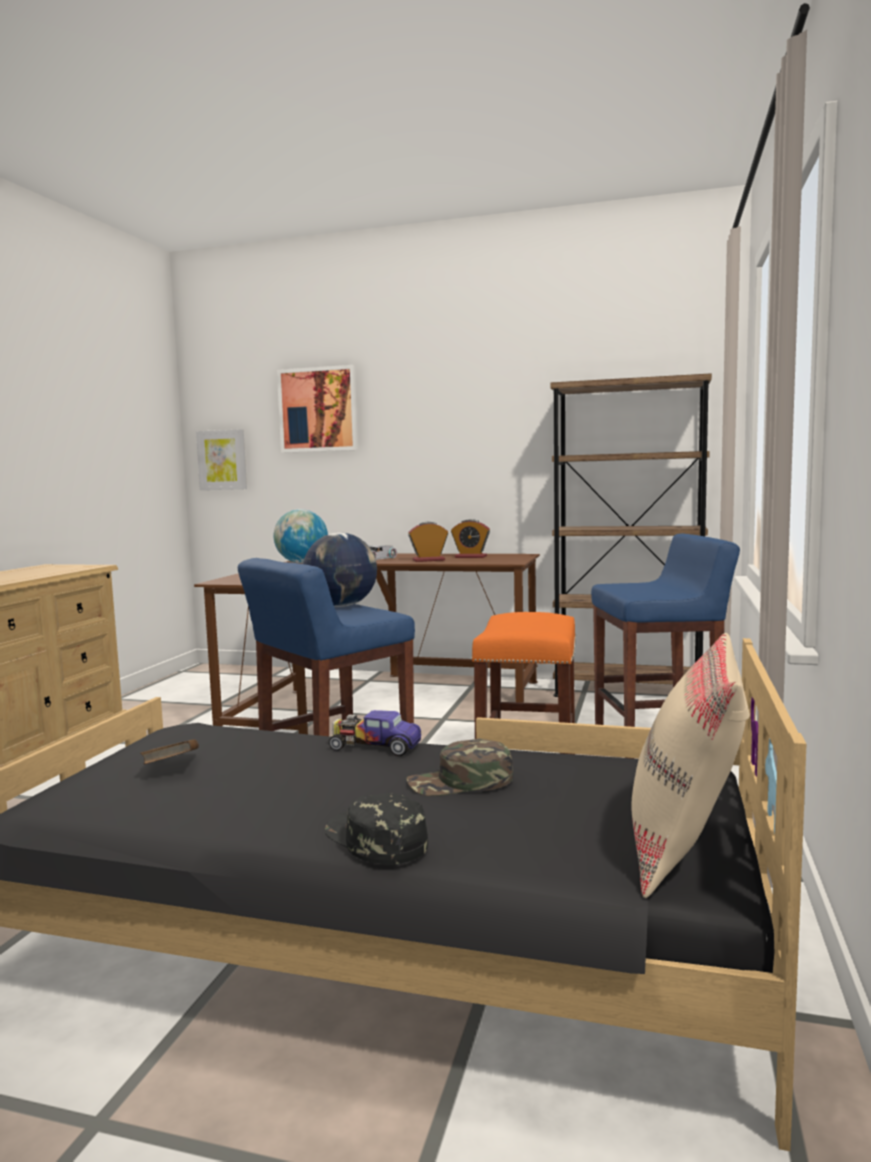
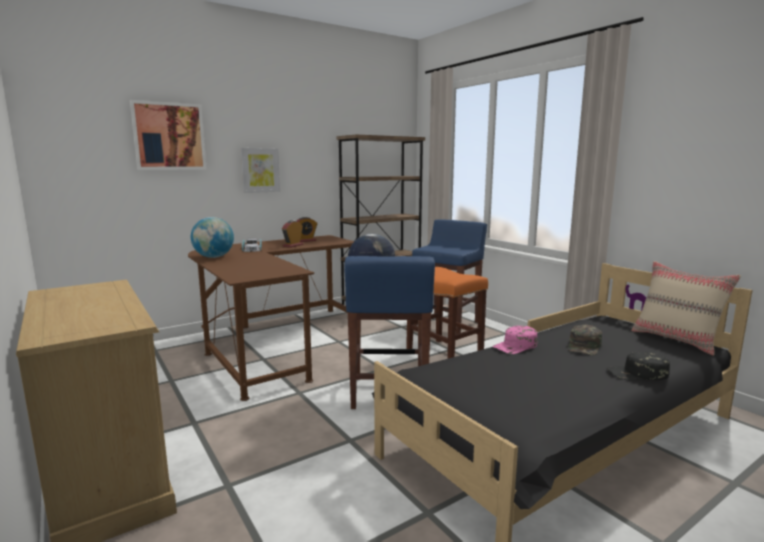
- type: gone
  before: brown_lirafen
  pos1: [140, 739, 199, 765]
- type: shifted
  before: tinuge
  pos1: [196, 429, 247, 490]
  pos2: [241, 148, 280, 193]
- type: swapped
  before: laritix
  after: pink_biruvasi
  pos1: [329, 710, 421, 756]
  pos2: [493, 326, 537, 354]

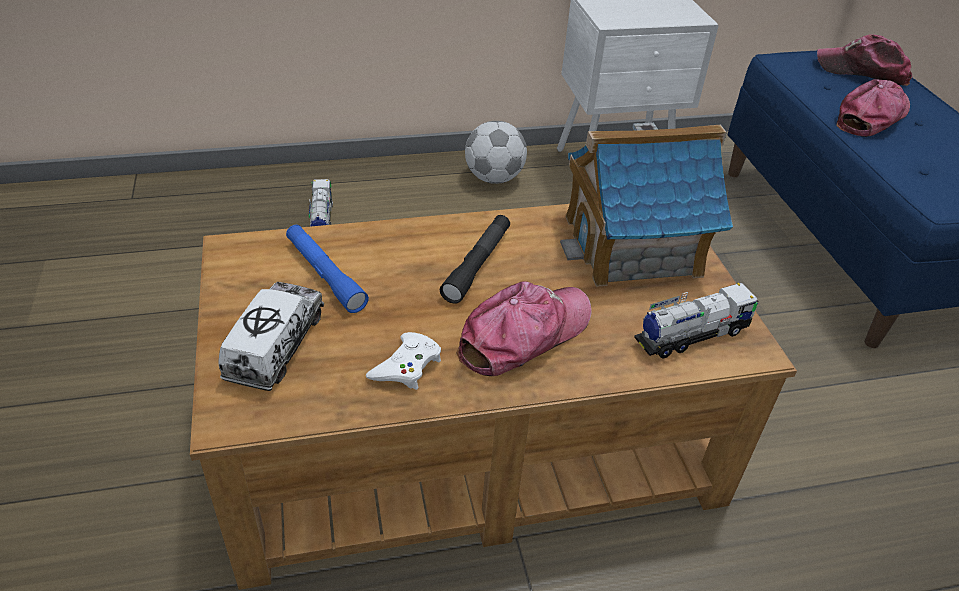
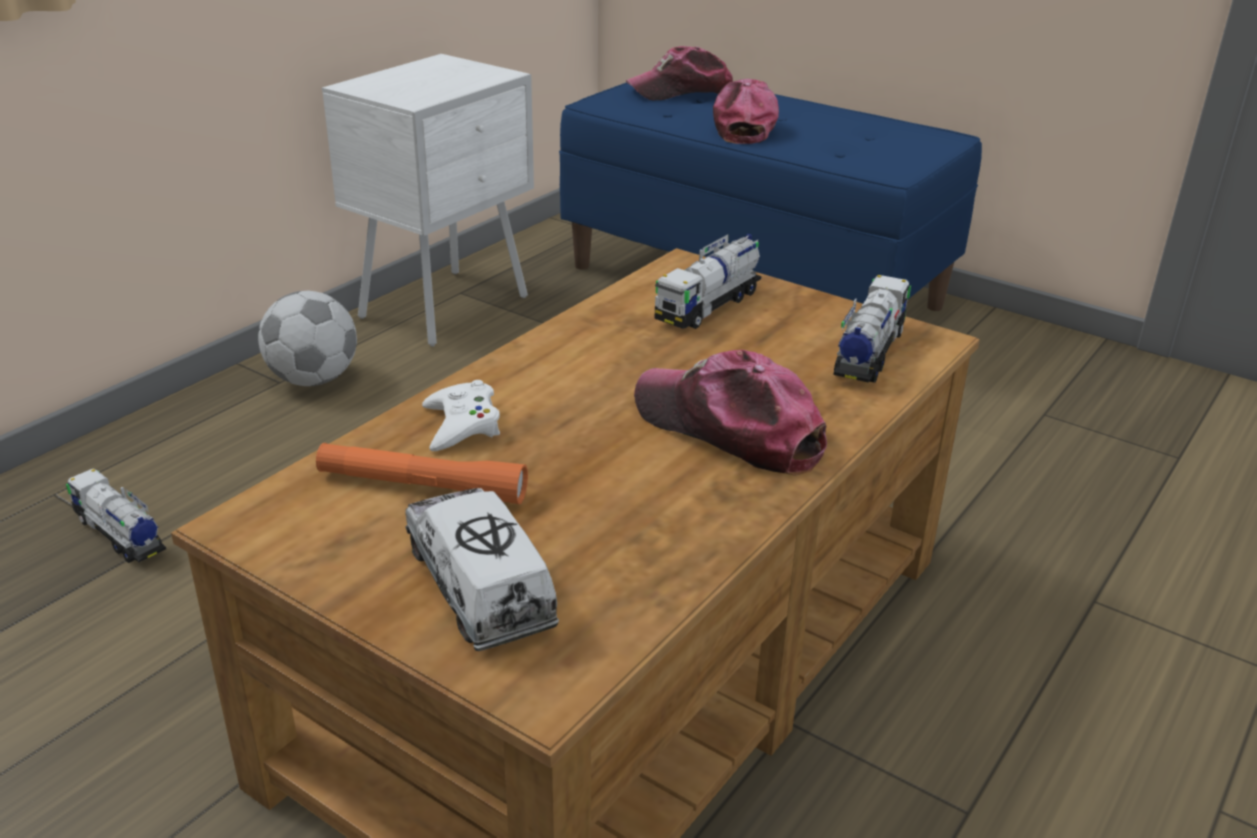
- type: gone
  before: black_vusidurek
  pos1: [440, 215, 510, 304]
- type: shifted
  before: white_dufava
  pos1: [366, 332, 441, 390]
  pos2: [422, 380, 500, 451]
- type: swapped
  before: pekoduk
  after: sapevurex
  pos1: [560, 123, 733, 287]
  pos2: [655, 234, 762, 329]
- type: repainted
  before: blue_vusidurek
  after: orange_vusidurek
  pos1: [286, 225, 369, 313]
  pos2: [316, 443, 528, 504]
- type: rotated
  before: biruvasi
  pos1: [456, 281, 591, 376]
  pos2: [634, 350, 827, 476]
  turn: -60

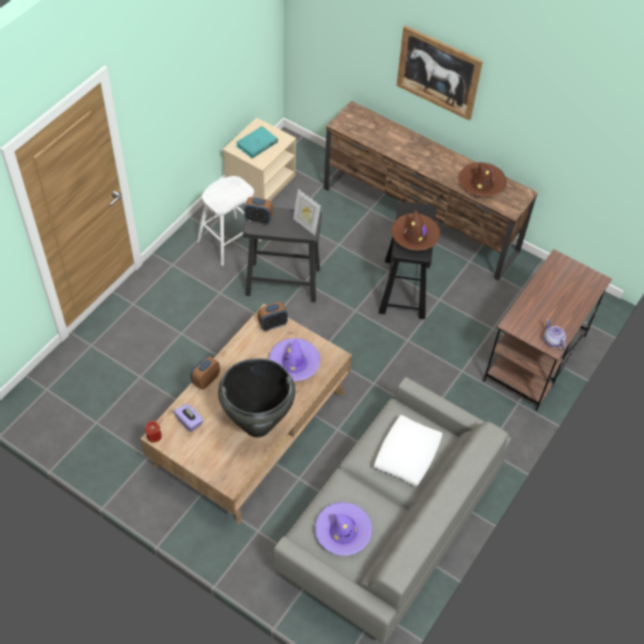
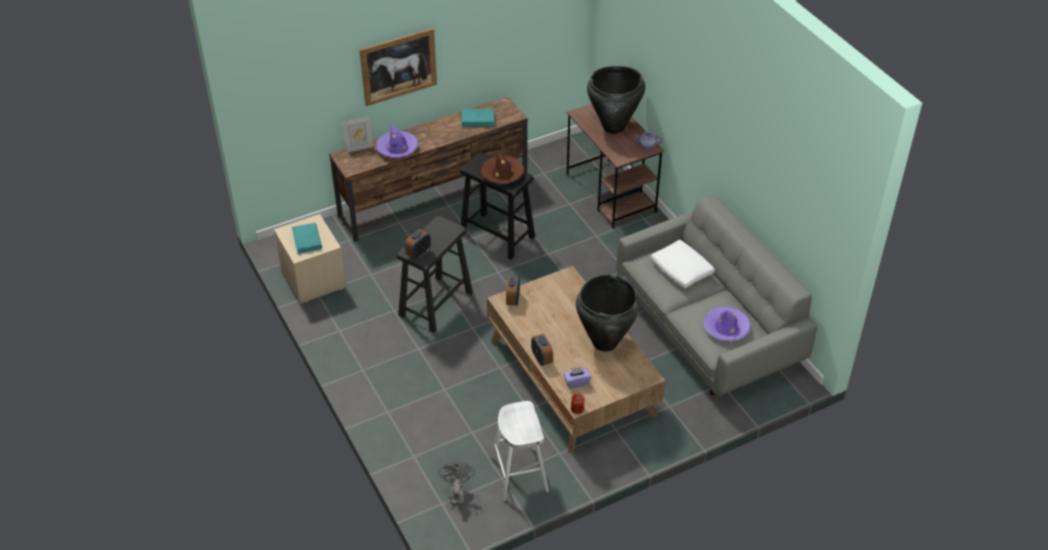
- type: new
  after: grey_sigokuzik
  pos2: [438, 461, 475, 505]
- type: new
  after: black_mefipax
  pos2: [587, 66, 645, 134]
- type: shifted
  before: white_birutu
  pos1: [197, 176, 262, 266]
  pos2: [490, 401, 549, 501]
- type: shifted
  before: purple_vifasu
  pos1: [269, 338, 321, 381]
  pos2: [376, 125, 418, 158]
- type: shifted
  before: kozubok
  pos1: [293, 189, 321, 235]
  pos2: [342, 117, 373, 152]
- type: swapped
  before: brown_vifasu
  after: turquoise_lirafen
  pos1: [460, 162, 507, 197]
  pos2: [462, 109, 495, 127]

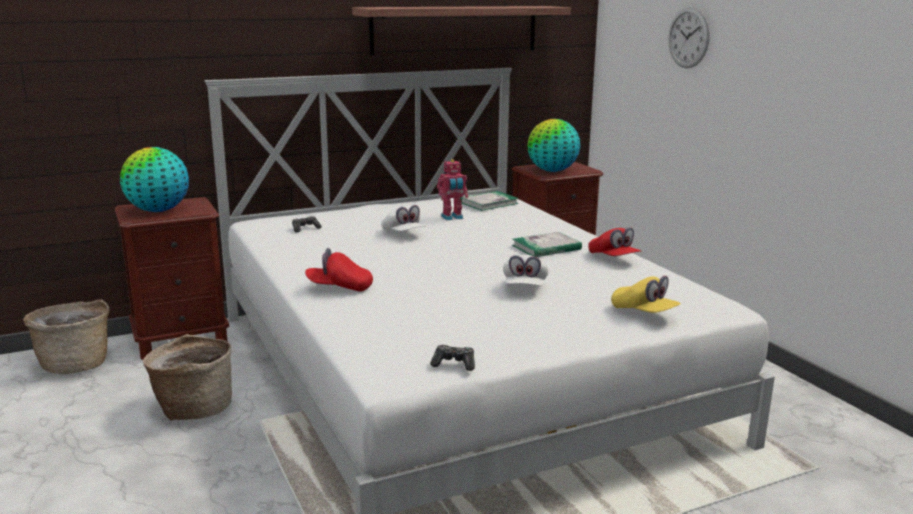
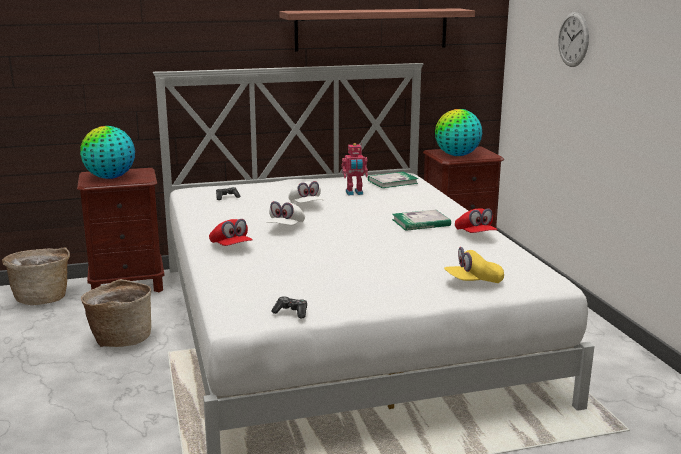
- type: shifted
  before: white_biruvasi
  pos1: [503, 255, 549, 286]
  pos2: [266, 201, 305, 225]
- type: rotated
  before: red_biruvasi
  pos1: [305, 248, 373, 292]
  pos2: [209, 219, 253, 246]
  turn: -135
- type: rotated
  before: yellow_biruvasi
  pos1: [611, 276, 681, 313]
  pos2: [444, 247, 504, 283]
  turn: 105

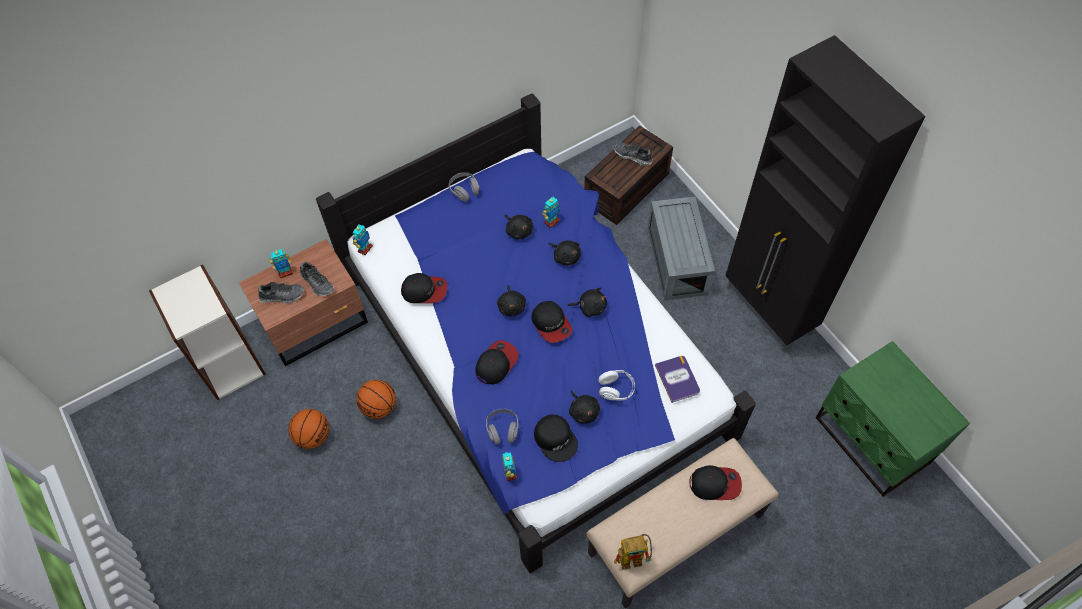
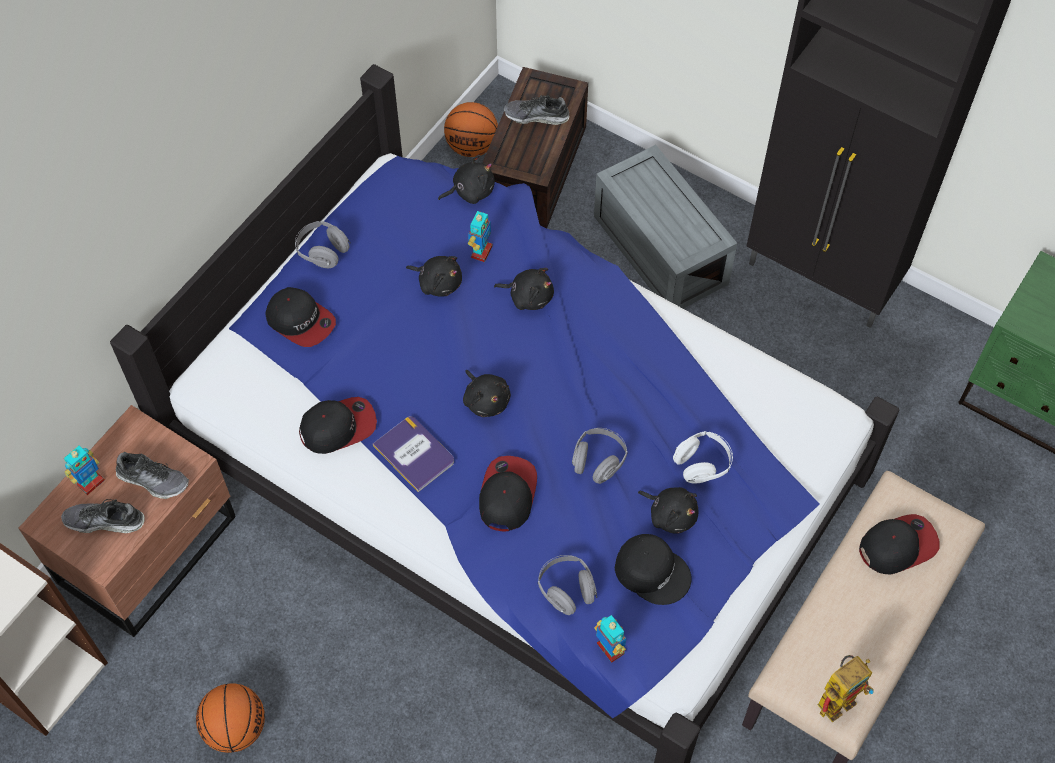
- type: gone
  before: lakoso
  pos1: [353, 224, 373, 255]
- type: new
  after: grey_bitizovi
  pos2: [572, 428, 628, 484]
- type: shifted
  before: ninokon
  pos1: [356, 380, 396, 419]
  pos2: [444, 102, 498, 157]
- type: shifted
  before: biruvasi
  pos1: [531, 301, 572, 343]
  pos2: [266, 287, 336, 347]
- type: shifted
  before: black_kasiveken
  pos1: [567, 288, 607, 317]
  pos2: [438, 155, 495, 204]
- type: shifted
  before: lirafen
  pos1: [655, 356, 700, 403]
  pos2: [373, 416, 454, 492]
- type: rotated
  before: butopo
  pos1: [258, 282, 304, 304]
  pos2: [61, 499, 145, 533]
  turn: -150

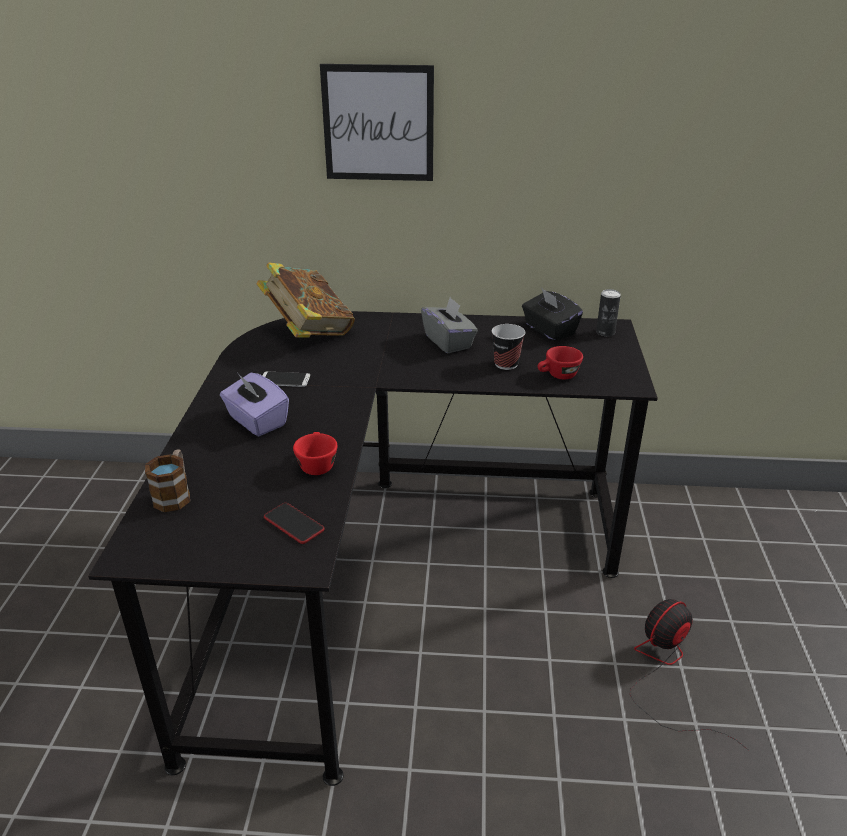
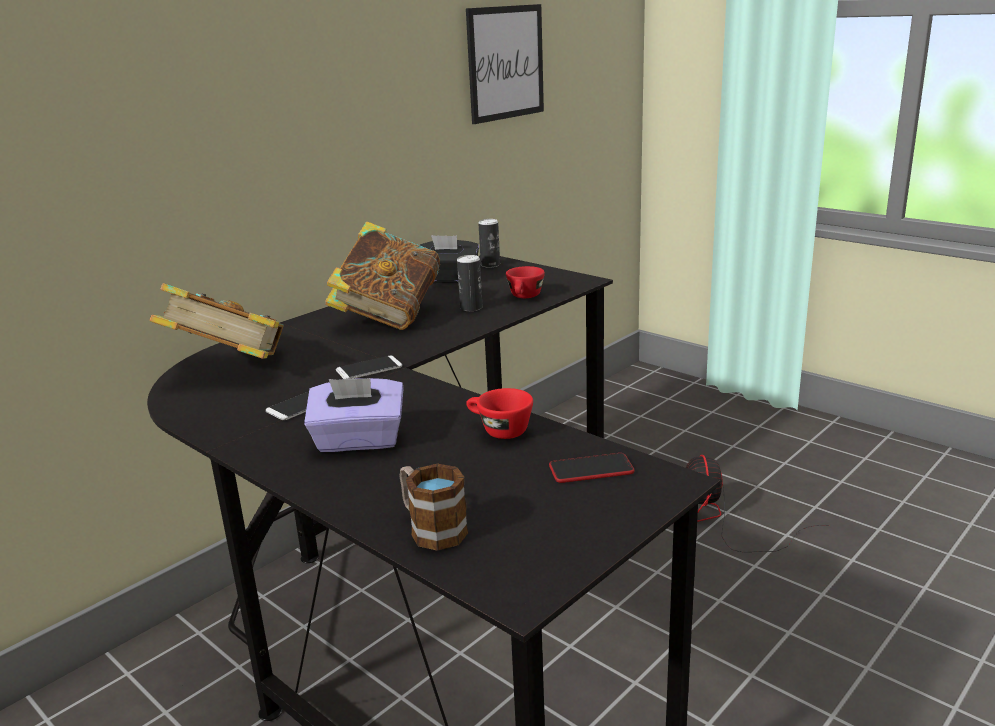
- type: new
  after: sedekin
  pos2: [336, 356, 402, 379]
- type: shifted
  before: tinuge
  pos1: [320, 64, 434, 181]
  pos2: [466, 4, 544, 124]
- type: swapped
  before: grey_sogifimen
  after: lirafen
  pos1: [421, 297, 478, 353]
  pos2: [325, 222, 440, 330]
- type: swapped
  before: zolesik
  after: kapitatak
  pos1: [492, 324, 525, 370]
  pos2: [457, 255, 483, 311]

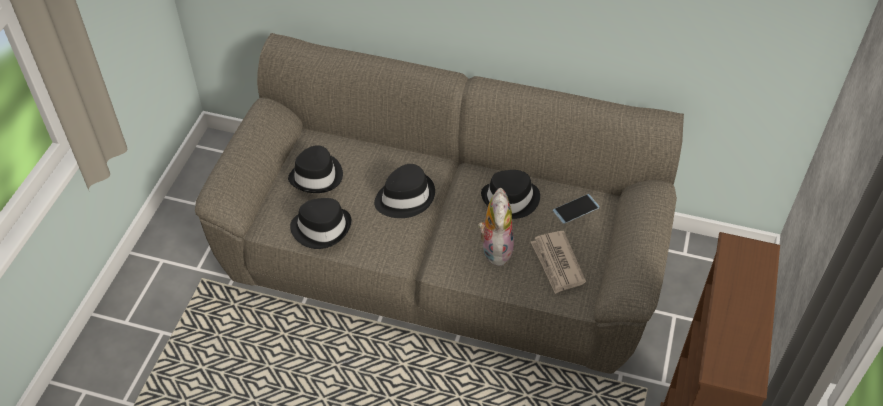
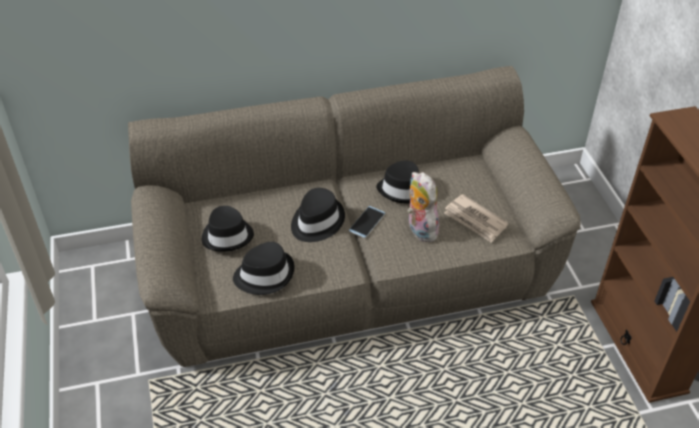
- type: shifted
  before: sedekin
  pos1: [553, 194, 600, 224]
  pos2: [349, 206, 385, 238]

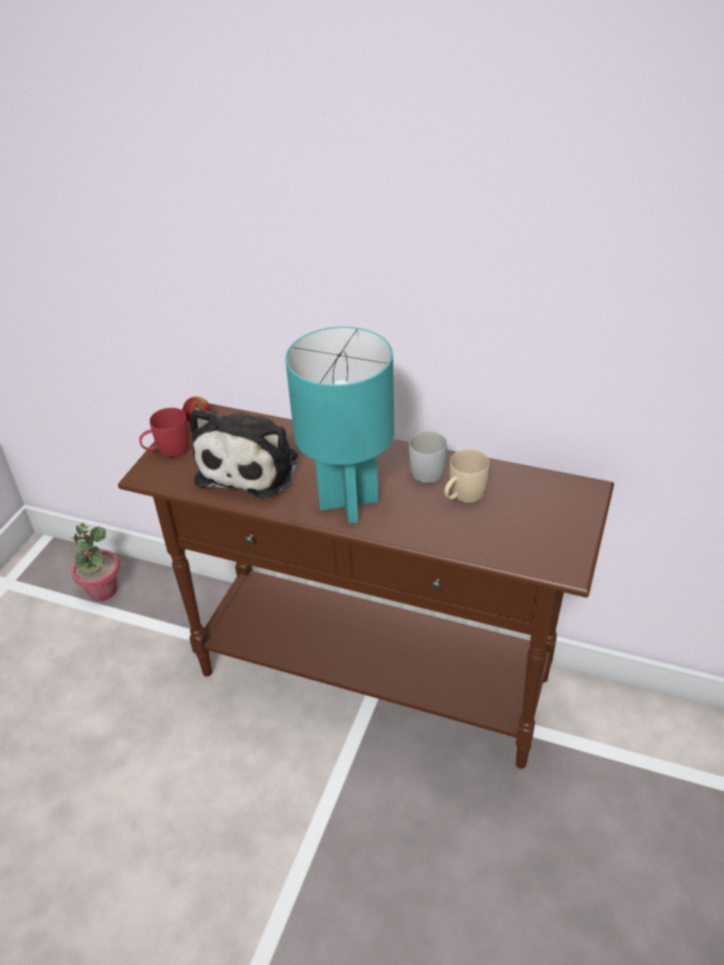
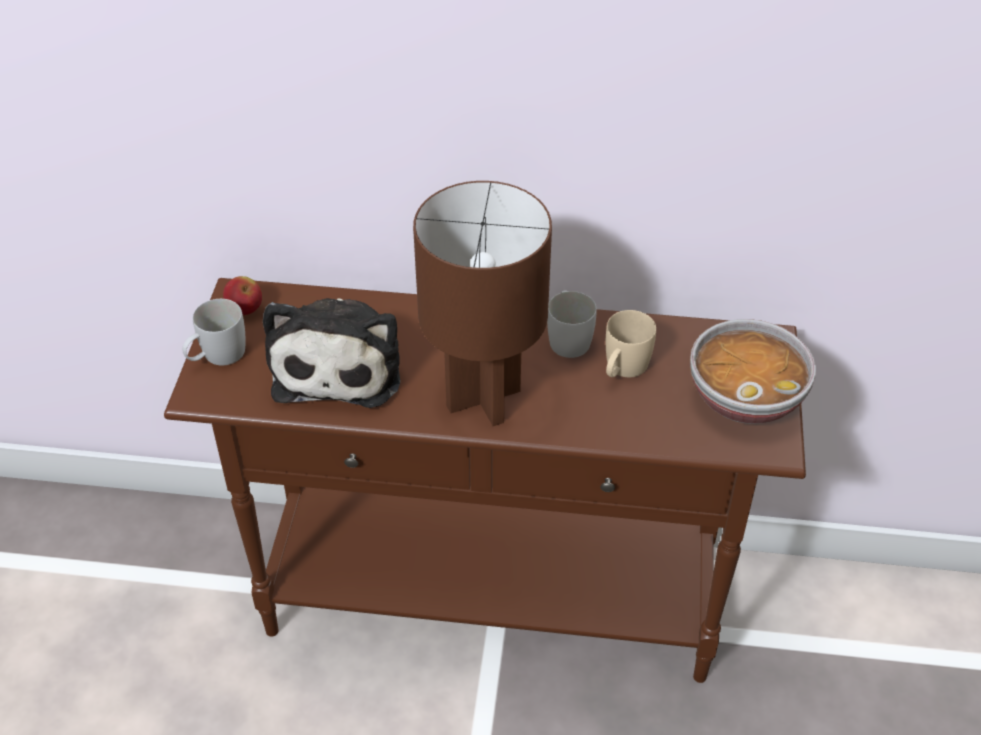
- type: gone
  before: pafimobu
  pos1: [71, 522, 120, 601]
- type: new
  after: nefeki
  pos2: [690, 319, 816, 424]
- type: repainted
  before: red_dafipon
  after: white_dafipon
  pos1: [139, 408, 189, 457]
  pos2: [182, 299, 245, 365]
- type: repainted
  before: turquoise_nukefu
  after: brown_nukefu
  pos1: [285, 327, 394, 524]
  pos2: [413, 181, 552, 426]

